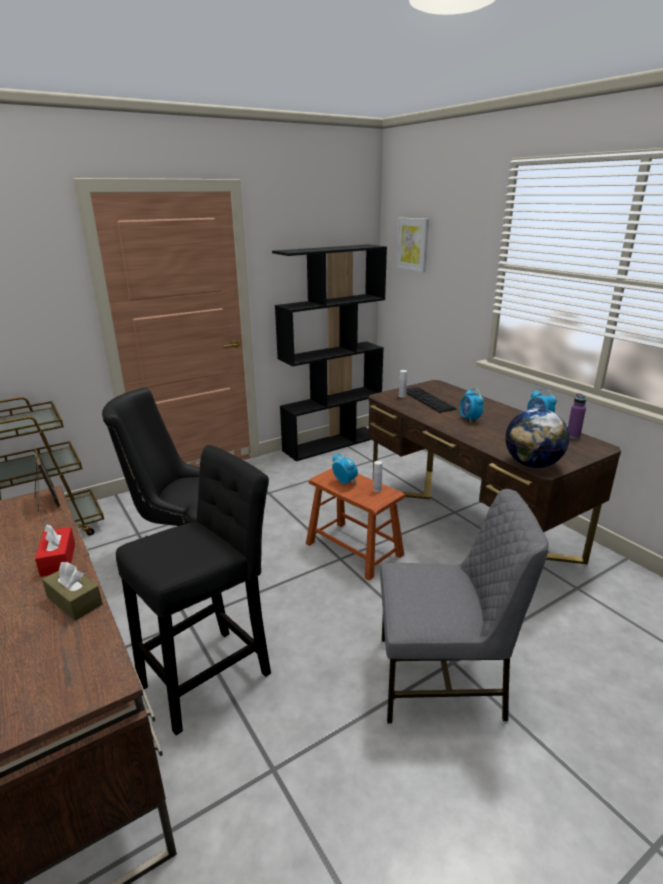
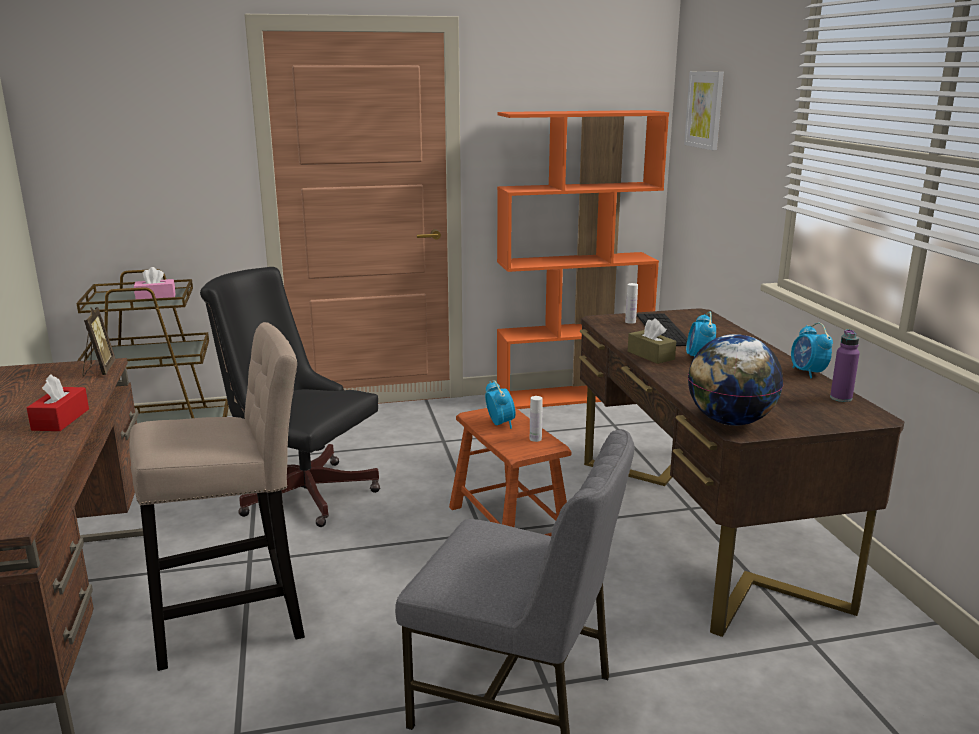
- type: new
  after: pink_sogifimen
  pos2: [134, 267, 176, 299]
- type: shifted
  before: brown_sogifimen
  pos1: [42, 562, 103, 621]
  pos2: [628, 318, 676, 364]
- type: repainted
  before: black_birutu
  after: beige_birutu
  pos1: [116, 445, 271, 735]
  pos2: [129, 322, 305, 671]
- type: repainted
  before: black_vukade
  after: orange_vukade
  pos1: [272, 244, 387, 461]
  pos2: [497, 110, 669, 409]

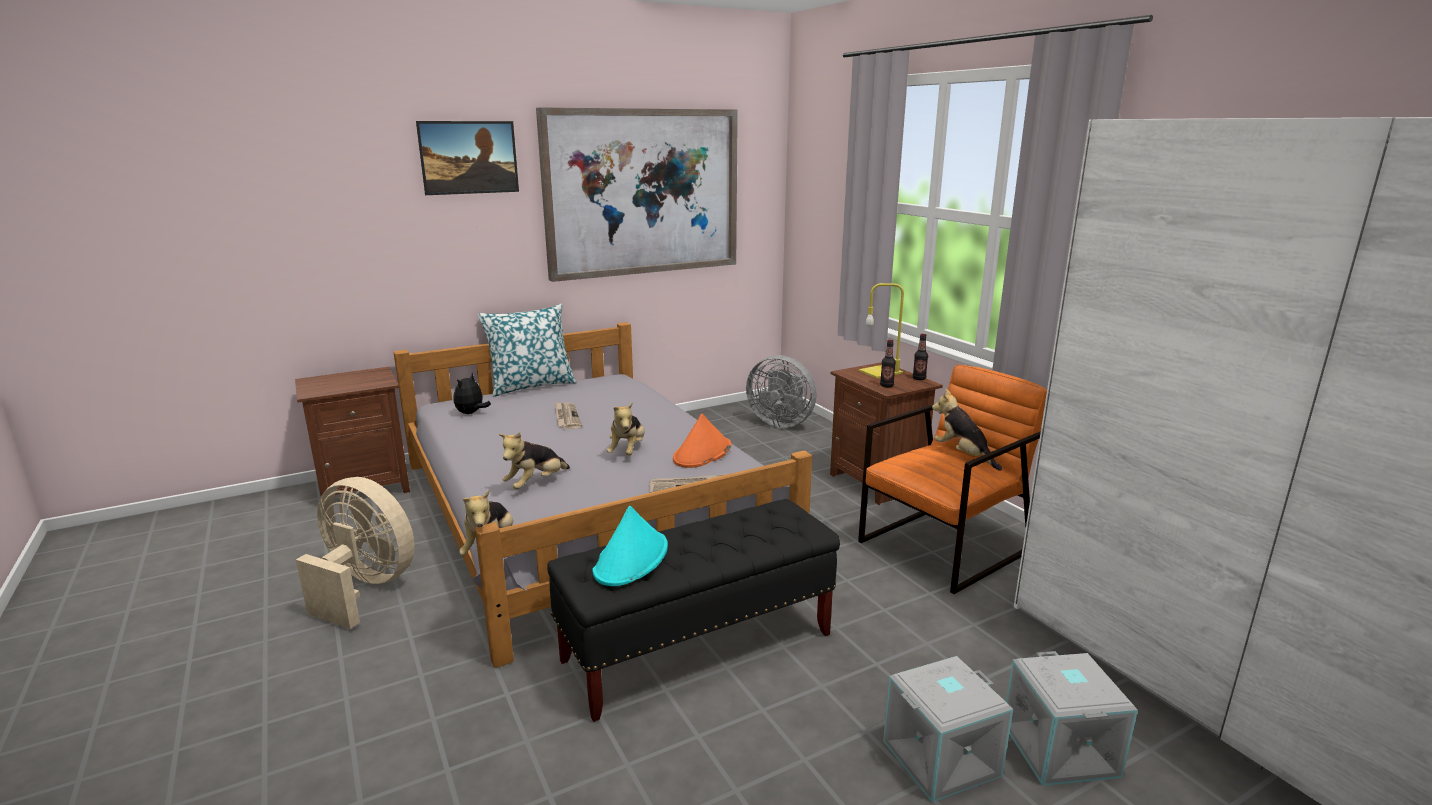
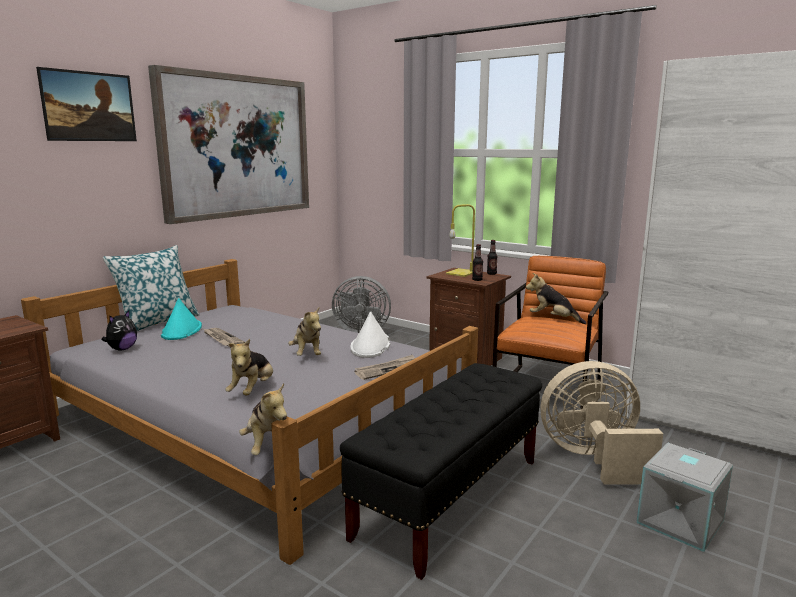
- type: gone
  before: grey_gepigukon
  pos1: [1006, 651, 1138, 786]
- type: shifted
  before: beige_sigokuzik
  pos1: [296, 477, 415, 629]
  pos2: [541, 361, 663, 485]
- type: shifted
  before: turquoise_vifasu
  pos1: [592, 506, 668, 586]
  pos2: [161, 298, 202, 340]
- type: repainted
  before: orange_vifasu
  after: white_vifasu
  pos1: [673, 413, 731, 468]
  pos2: [350, 312, 391, 358]
- type: rotated
  before: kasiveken
  pos1: [453, 373, 491, 414]
  pos2: [102, 311, 137, 351]
  turn: -150

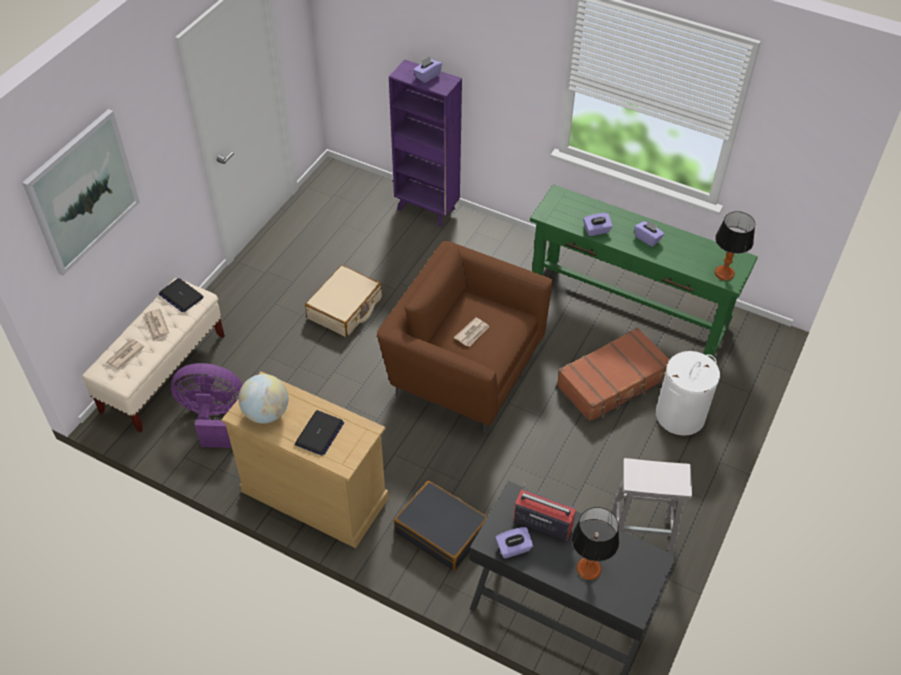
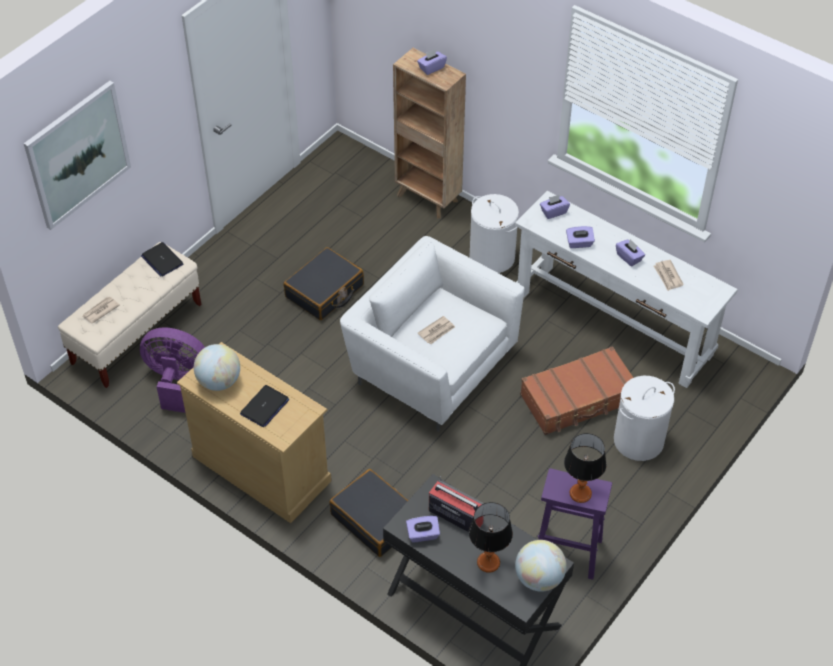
- type: new
  after: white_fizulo
  pos2: [470, 194, 519, 273]
- type: new
  after: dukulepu
  pos2: [515, 540, 567, 592]
- type: new
  after: purple_sogifimen
  pos2: [540, 194, 570, 219]
- type: shifted
  before: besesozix
  pos1: [142, 309, 169, 341]
  pos2: [654, 260, 684, 291]
- type: shifted
  before: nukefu
  pos1: [715, 211, 755, 281]
  pos2: [564, 433, 606, 503]
- type: repainted
  before: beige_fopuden
  after: black_fopuden
  pos1: [305, 265, 382, 337]
  pos2: [284, 247, 364, 320]
- type: repainted
  before: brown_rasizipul
  after: white_rasizipul
  pos1: [377, 241, 553, 433]
  pos2: [340, 236, 525, 432]
- type: repainted
  before: purple_vukade
  after: brown_vukade
  pos1: [389, 59, 462, 227]
  pos2: [393, 48, 466, 218]
- type: repainted
  before: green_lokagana
  after: white_lokagana
  pos1: [530, 184, 758, 359]
  pos2: [515, 191, 738, 388]
- type: repainted
  before: white_birutu
  after: purple_birutu
  pos1: [610, 458, 692, 555]
  pos2: [538, 468, 612, 580]

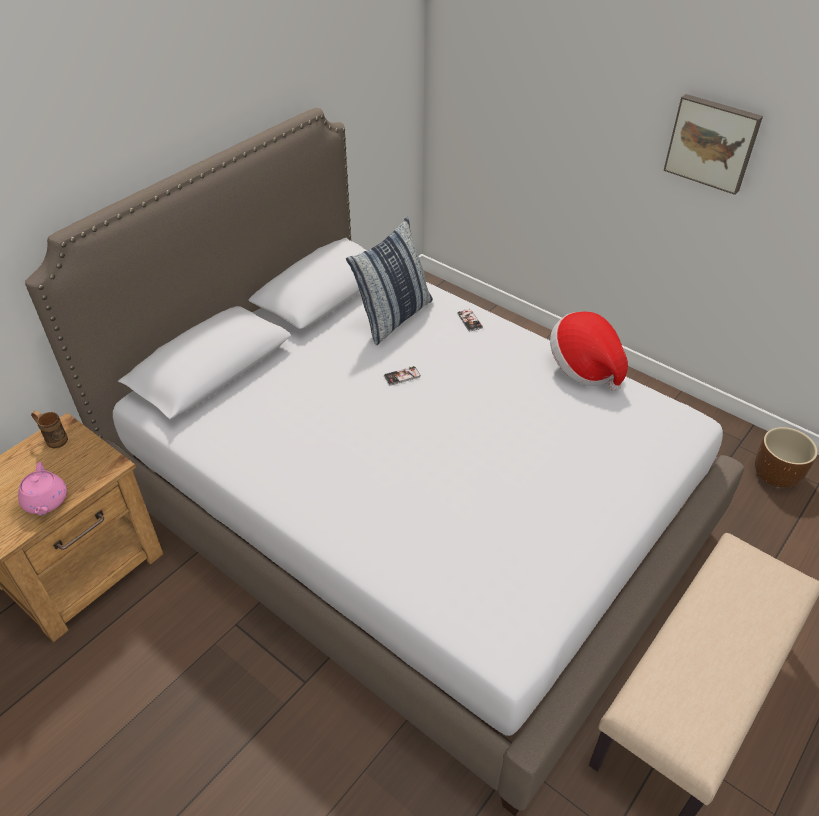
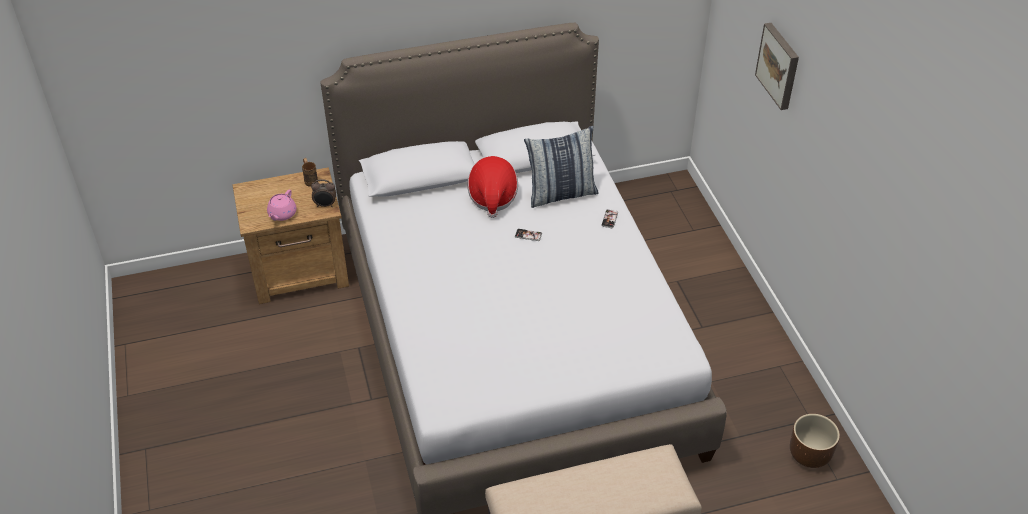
- type: new
  after: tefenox
  pos2: [311, 180, 336, 207]
- type: shifted
  before: vifasu
  pos1: [550, 312, 628, 391]
  pos2: [467, 156, 518, 218]
- type: shifted
  before: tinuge
  pos1: [663, 94, 763, 195]
  pos2: [755, 23, 799, 110]

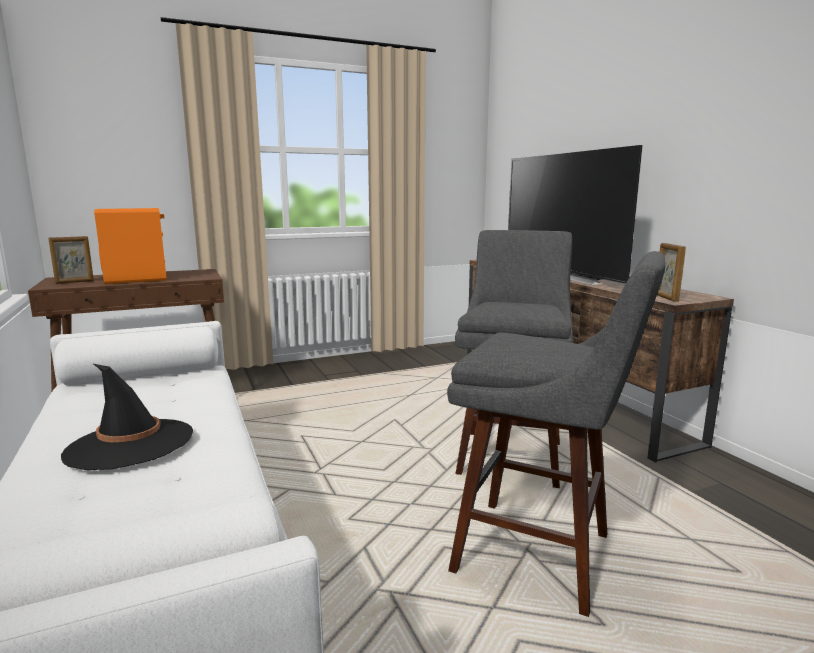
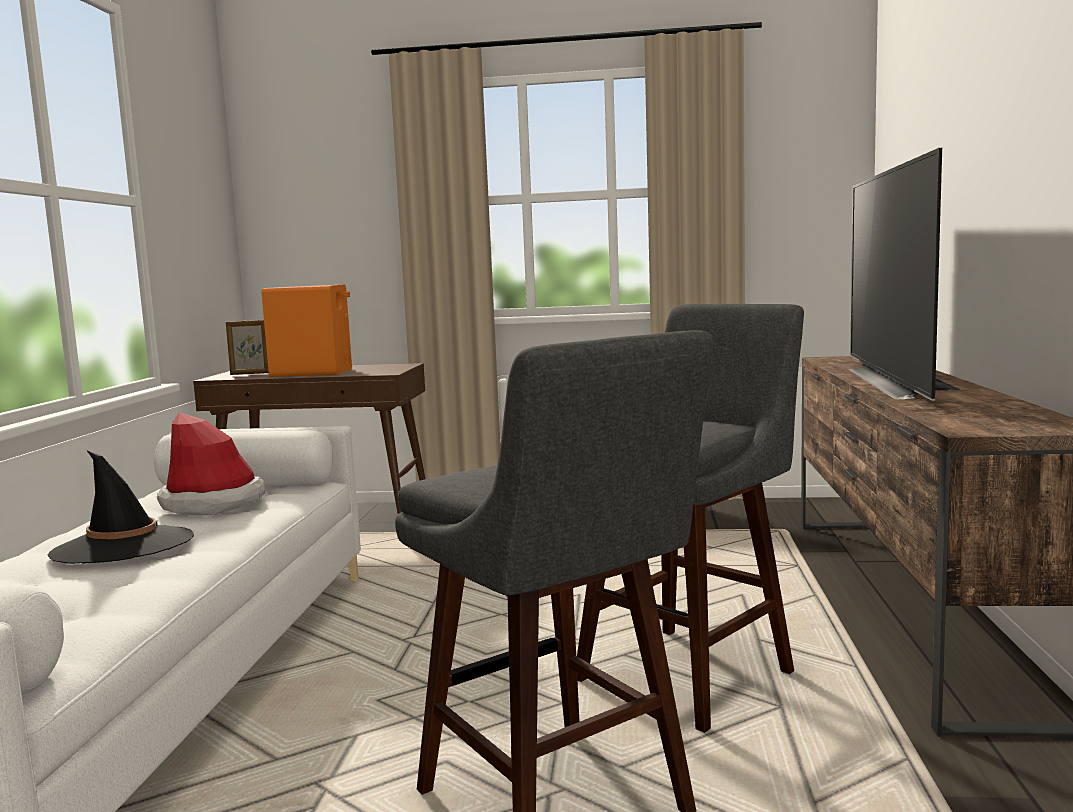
- type: gone
  before: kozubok
  pos1: [657, 243, 686, 302]
- type: new
  after: vifasu
  pos2: [157, 412, 265, 515]

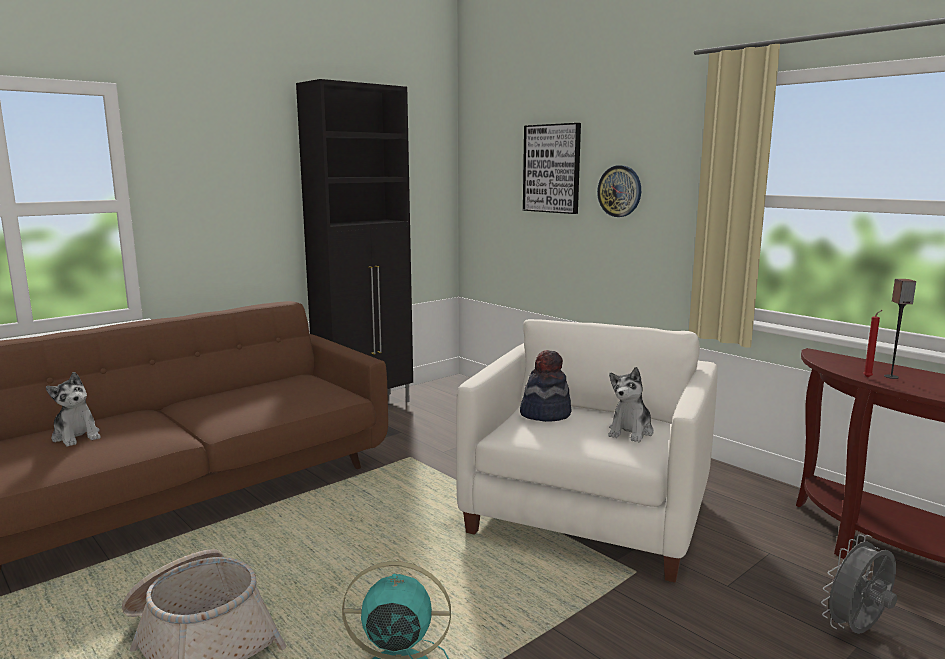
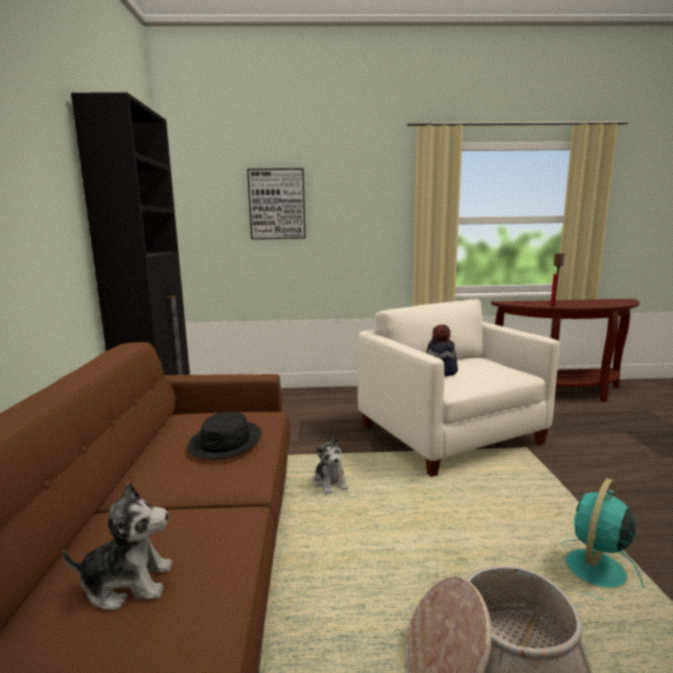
- type: gone
  before: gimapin
  pos1: [597, 165, 641, 217]
- type: gone
  before: grey_sigokuzik
  pos1: [821, 534, 897, 634]
- type: new
  after: black_vifasu
  pos2: [187, 412, 261, 459]
- type: shifted
  before: kasiveken
  pos1: [608, 367, 654, 442]
  pos2: [314, 436, 348, 495]

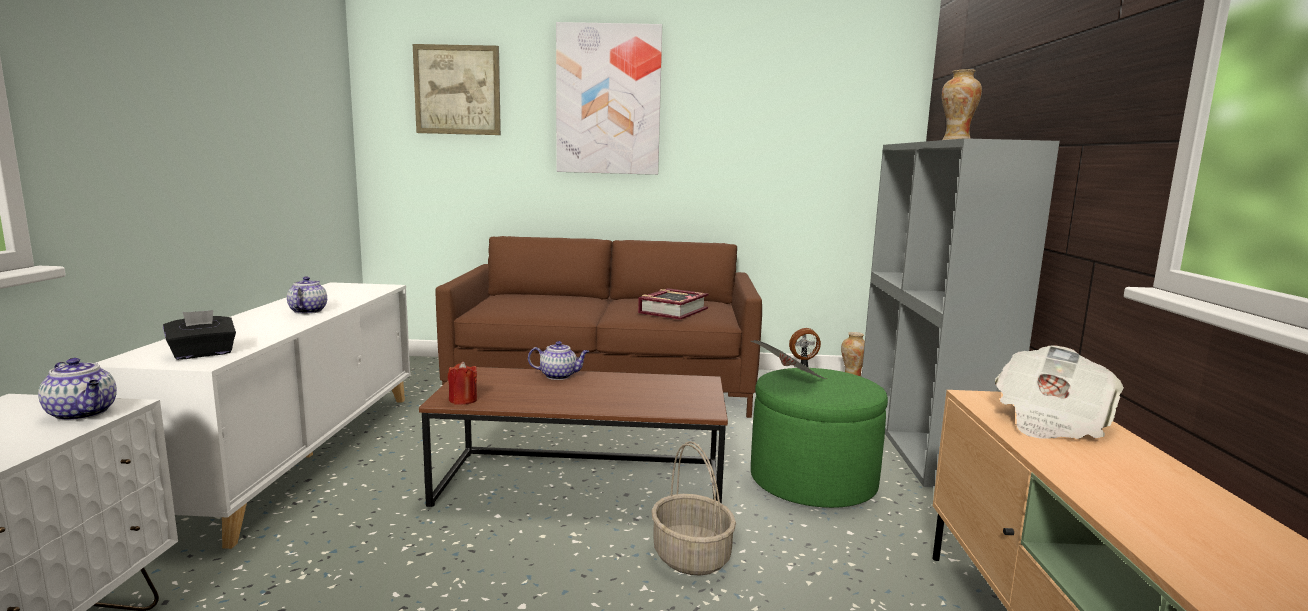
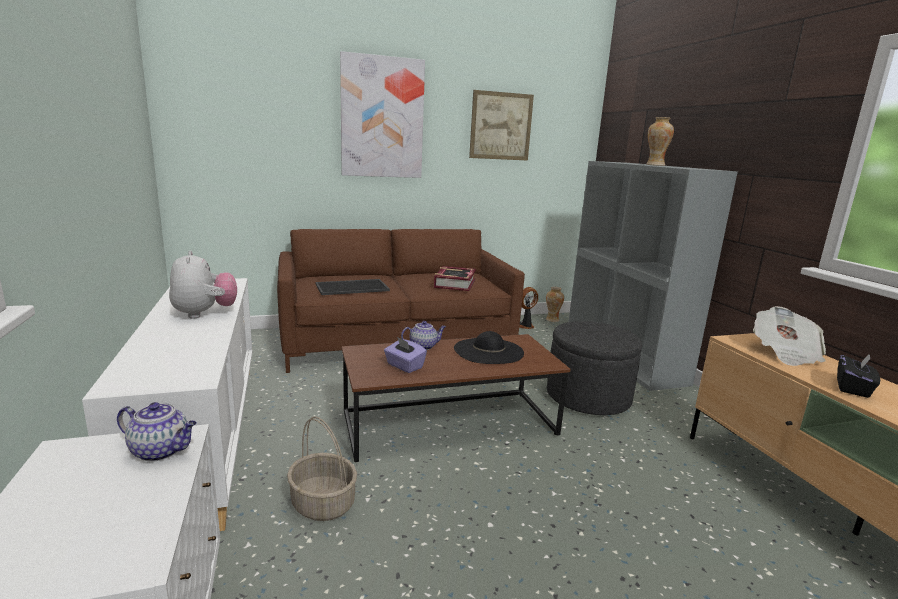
- type: gone
  before: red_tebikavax
  pos1: [448, 361, 477, 405]
- type: gone
  before: besesozix
  pos1: [750, 340, 826, 379]
- type: new
  after: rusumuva
  pos2: [315, 279, 390, 295]
- type: new
  after: purple_sogifimen
  pos2: [384, 337, 427, 373]
- type: new
  after: black_vifasu
  pos2: [454, 331, 524, 364]
- type: shifted
  before: black_sogifimen
  pos1: [163, 310, 236, 360]
  pos2: [837, 353, 880, 398]
- type: shifted
  before: tinuge
  pos1: [413, 44, 501, 135]
  pos2: [469, 90, 534, 161]
- type: shifted
  before: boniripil
  pos1: [652, 441, 736, 576]
  pos2: [287, 416, 357, 521]
- type: swapped
  before: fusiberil
  after: kasiveken
  pos1: [287, 276, 327, 314]
  pos2: [169, 251, 237, 319]
- type: repainted
  before: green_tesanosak
  after: grey_tesanosak
  pos1: [751, 368, 888, 508]
  pos2: [547, 321, 642, 415]

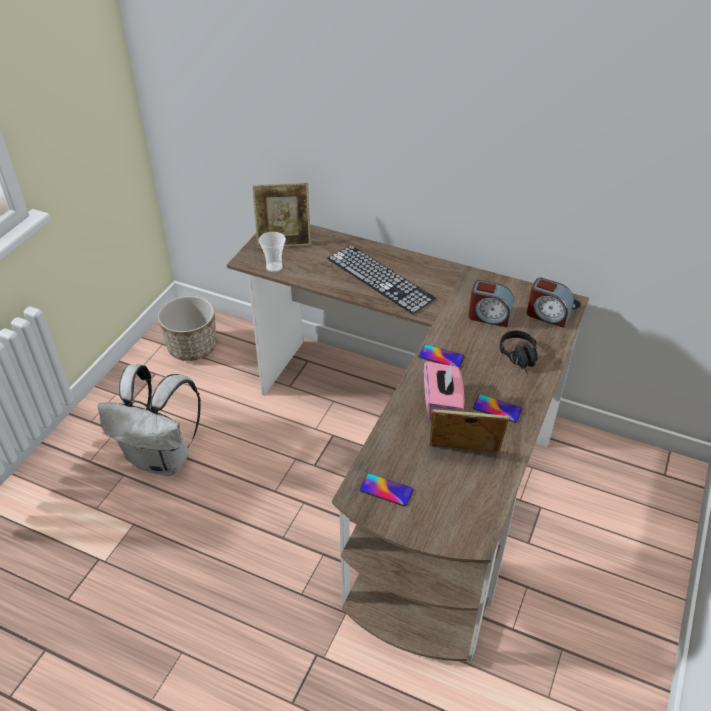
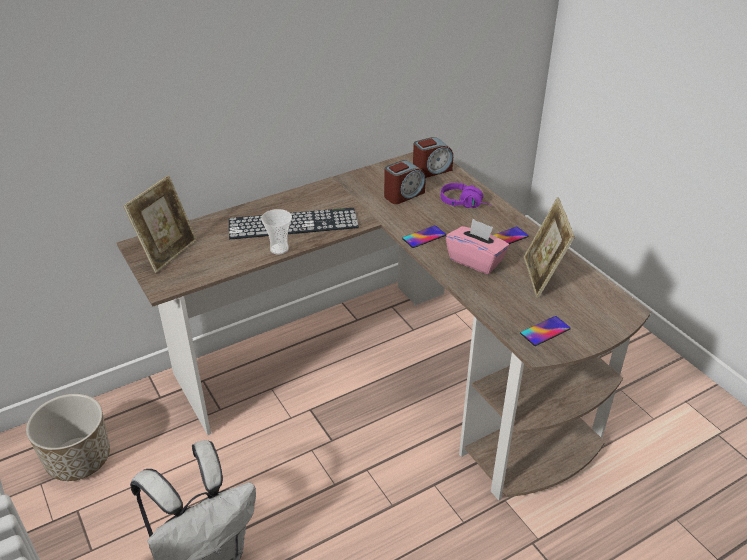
- type: shifted
  before: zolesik
  pos1: [259, 232, 286, 272]
  pos2: [261, 209, 292, 255]
- type: repainted
  before: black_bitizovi
  after: purple_bitizovi
  pos1: [500, 331, 538, 374]
  pos2: [441, 183, 491, 208]
- type: rotated
  before: kozubok
  pos1: [429, 409, 509, 452]
  pos2: [524, 197, 575, 298]
  turn: -45

